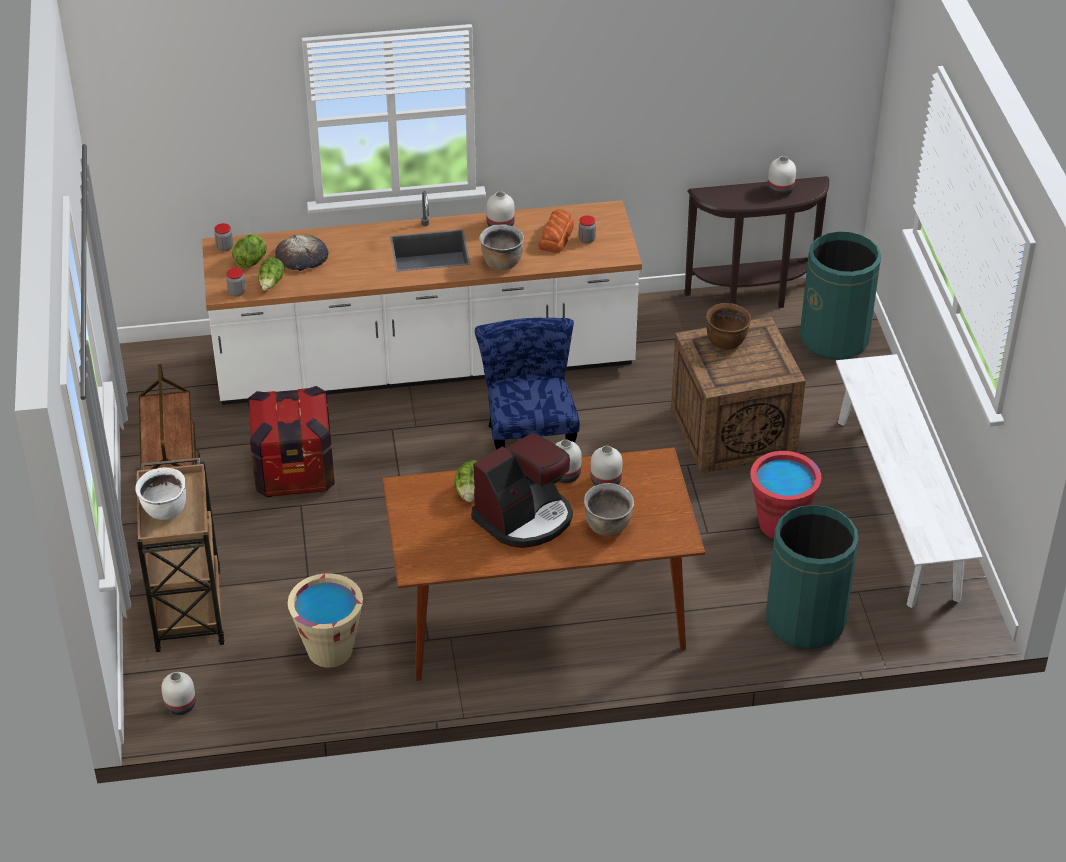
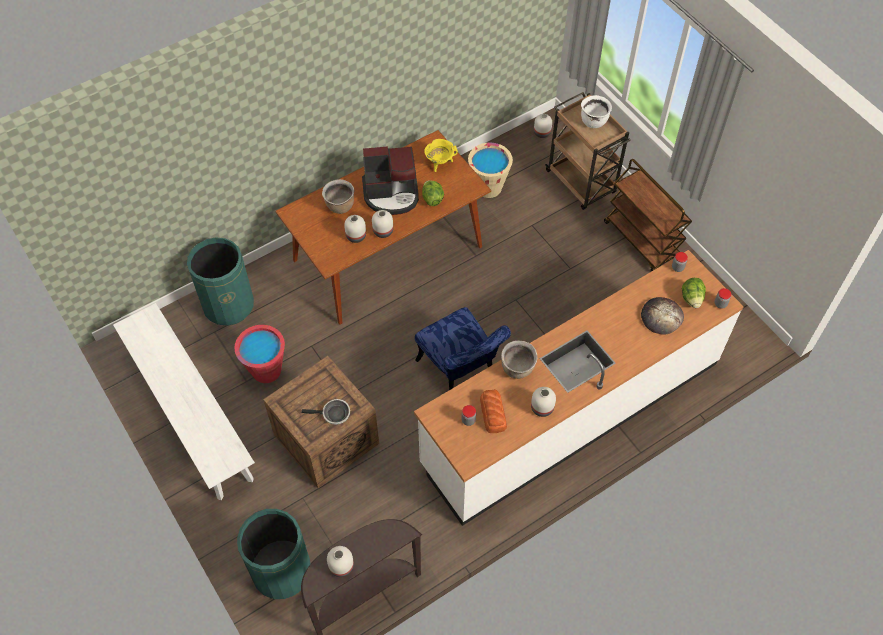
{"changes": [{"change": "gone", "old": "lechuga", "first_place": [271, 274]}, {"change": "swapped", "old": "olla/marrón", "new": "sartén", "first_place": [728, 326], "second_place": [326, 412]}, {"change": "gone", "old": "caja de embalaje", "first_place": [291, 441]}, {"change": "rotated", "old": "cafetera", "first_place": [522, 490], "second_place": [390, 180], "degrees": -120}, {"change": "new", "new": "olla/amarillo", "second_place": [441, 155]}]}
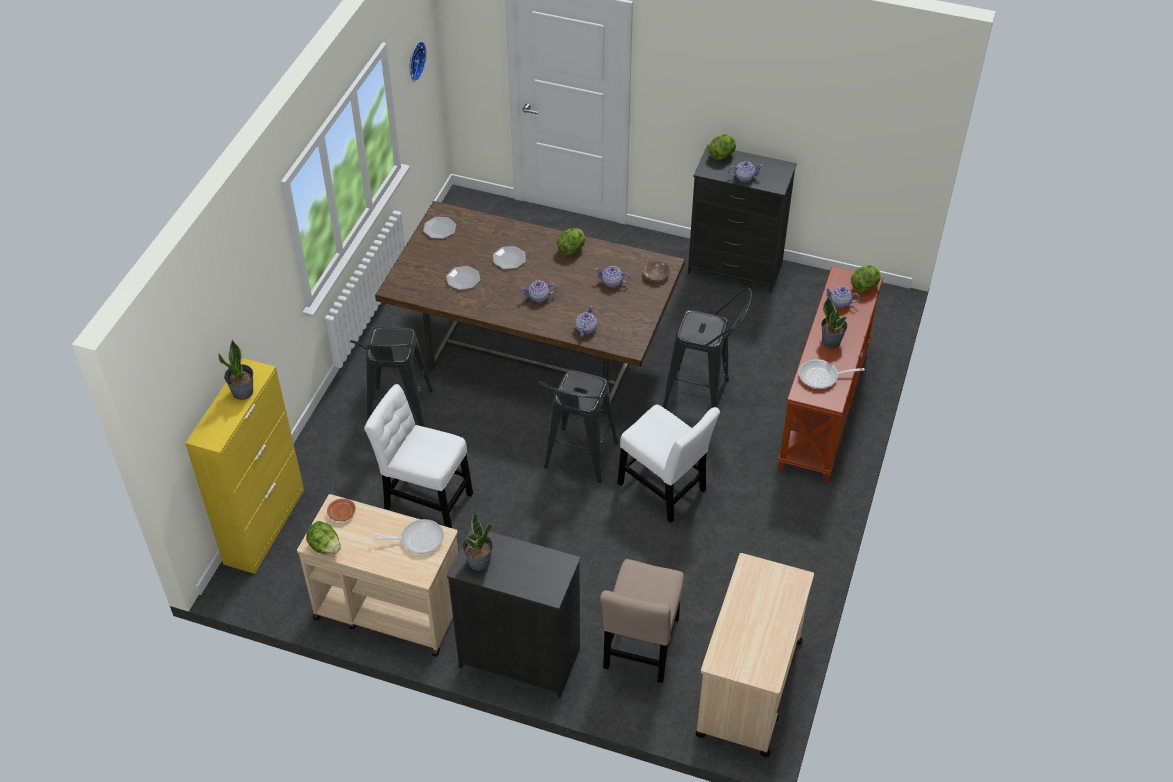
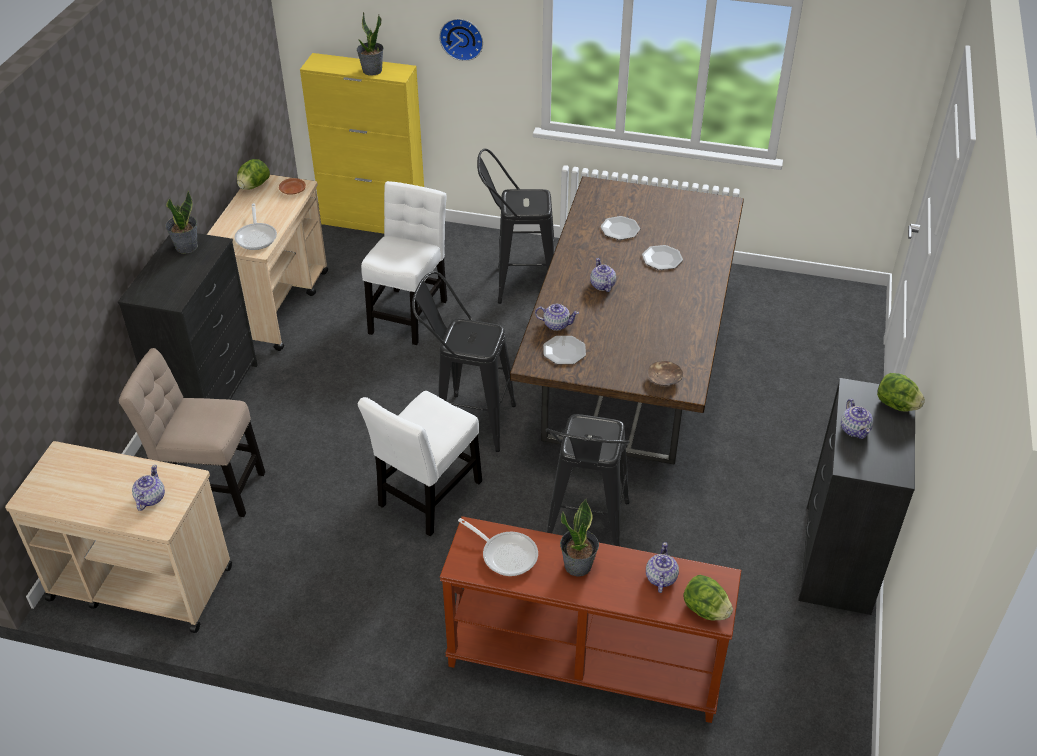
{"changes": [{"change": "shifted", "old": "reloj de pared", "first_place": [417, 61], "second_place": [461, 40]}, {"change": "shifted", "old": "plato", "first_place": [439, 228], "second_place": [564, 350]}, {"change": "gone", "old": "lechuga", "first_place": [571, 241]}, {"change": "shifted", "old": "tetera", "first_place": [612, 277], "second_place": [148, 488]}, {"change": "rotated", "old": "sartén", "first_place": [832, 374], "second_place": [498, 547], "degrees": 135}]}
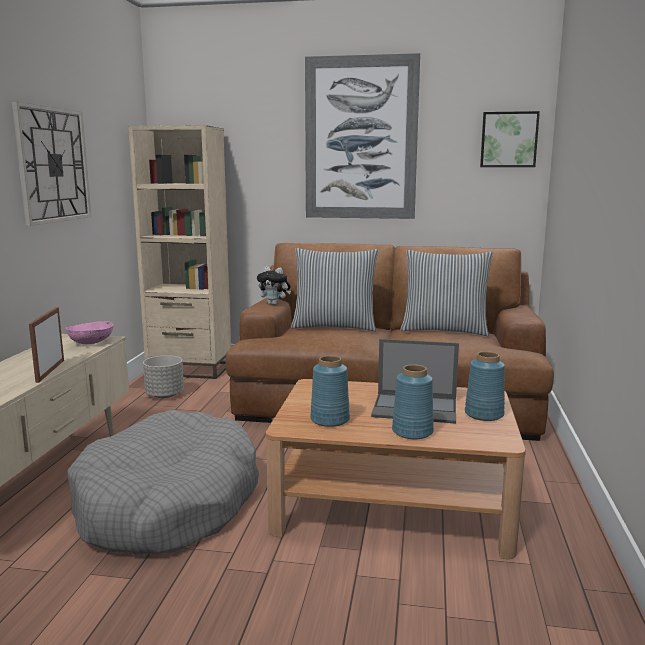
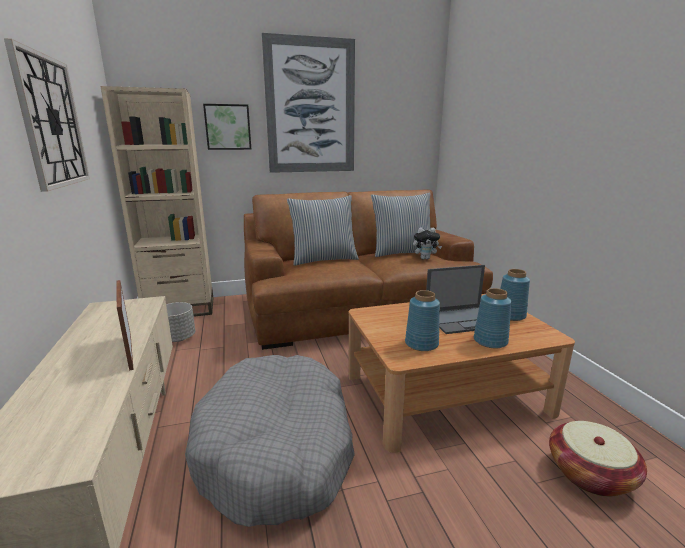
{"changes": [{"change": "shifted", "old": "cuadro", "first_place": [510, 139], "second_place": [227, 127]}, {"change": "shifted", "old": "peluche", "first_place": [274, 285], "second_place": [427, 243]}, {"change": "gone", "old": "cuenco/rosa", "first_place": [89, 332]}, {"change": "new", "new": "cesta", "second_place": [598, 459]}]}
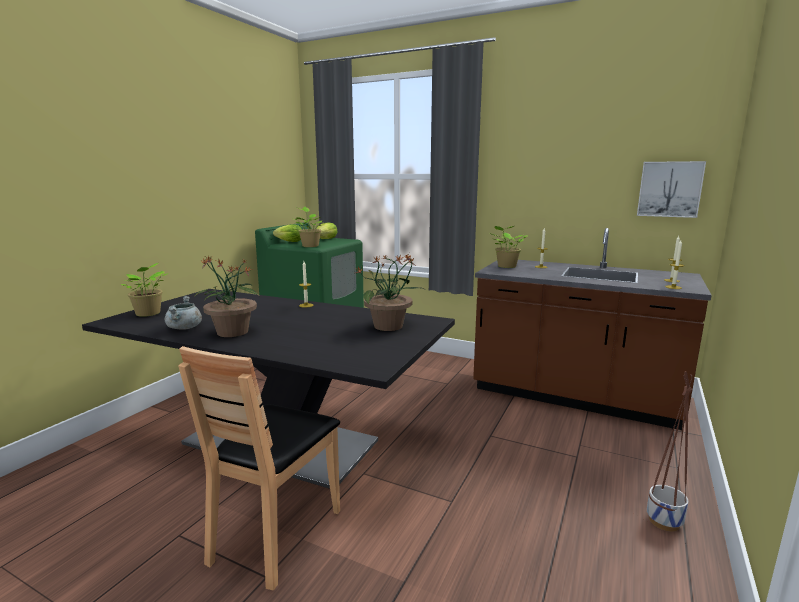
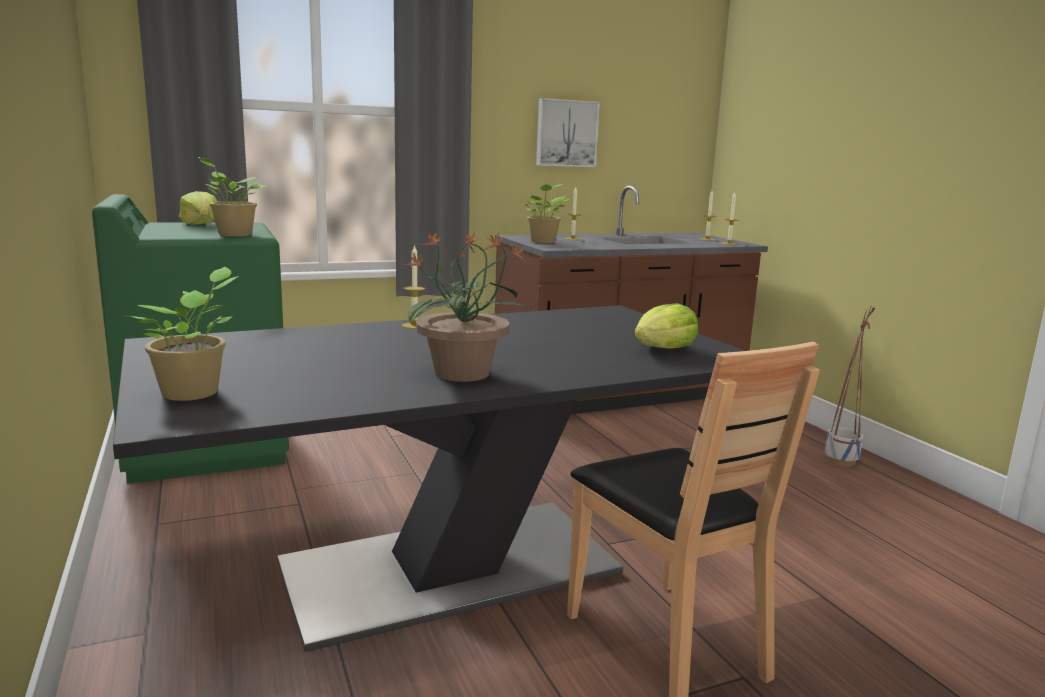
{"changes": [{"change": "shifted", "old": "cuadro", "first_place": [671, 189], "second_place": [568, 132]}, {"change": "shifted", "old": "lechuga", "first_place": [287, 233], "second_place": [666, 326]}, {"change": "gone", "old": "planta en maceta", "first_place": [391, 292]}, {"change": "gone", "old": "olla/gris", "first_place": [183, 313]}]}
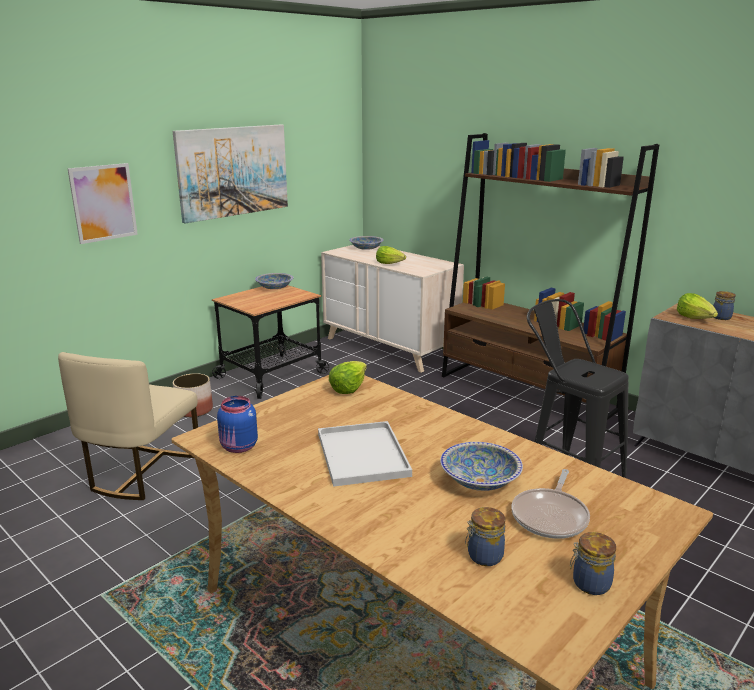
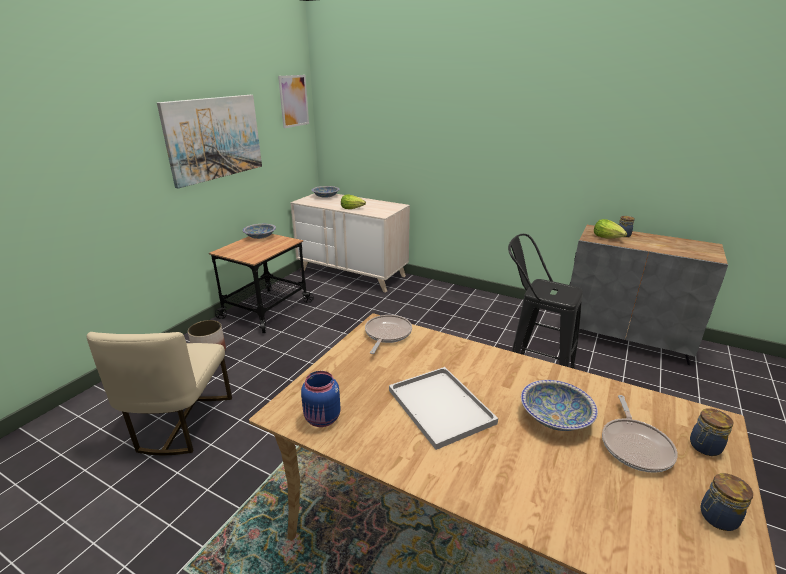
{"changes": [{"change": "gone", "old": "estantería/marrón", "first_place": [550, 276]}, {"change": "shifted", "old": "cuadro", "first_place": [102, 203], "second_place": [293, 101]}, {"change": "swapped", "old": "lechuga", "new": "sartén", "first_place": [348, 377], "second_place": [388, 334]}, {"change": "shifted", "old": "tarro", "first_place": [485, 536], "second_place": [711, 432]}]}
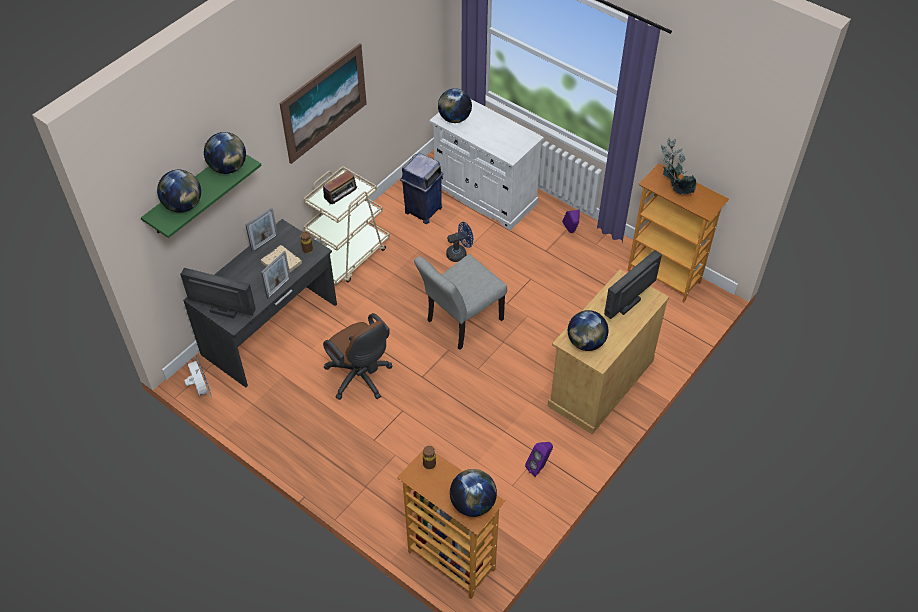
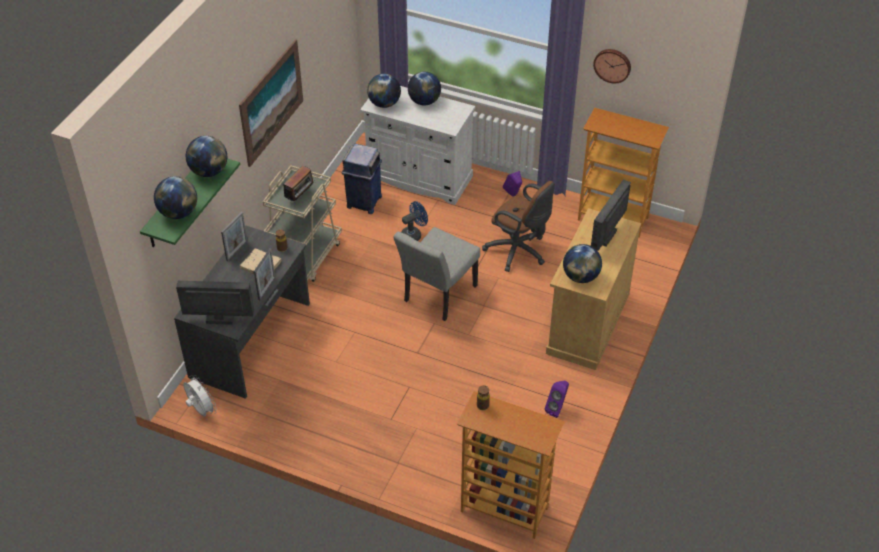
{"changes": [{"change": "gone", "old": "planta en maceta", "first_place": [678, 165]}, {"change": "shifted", "old": "silla de oficina/marrón", "first_place": [357, 356], "second_place": [518, 226]}, {"change": "shifted", "old": "globo terráqueo", "first_place": [473, 493], "second_place": [424, 88]}, {"change": "new", "new": "reloj de pared", "second_place": [612, 66]}]}
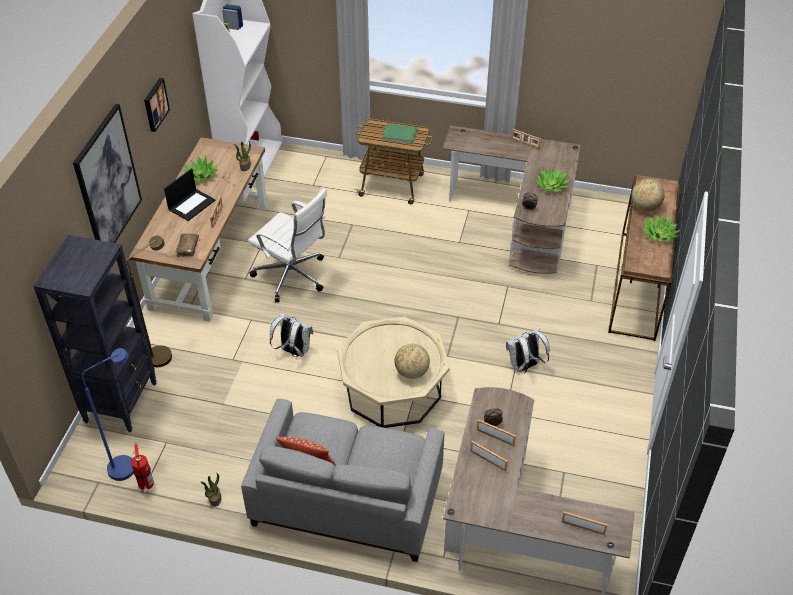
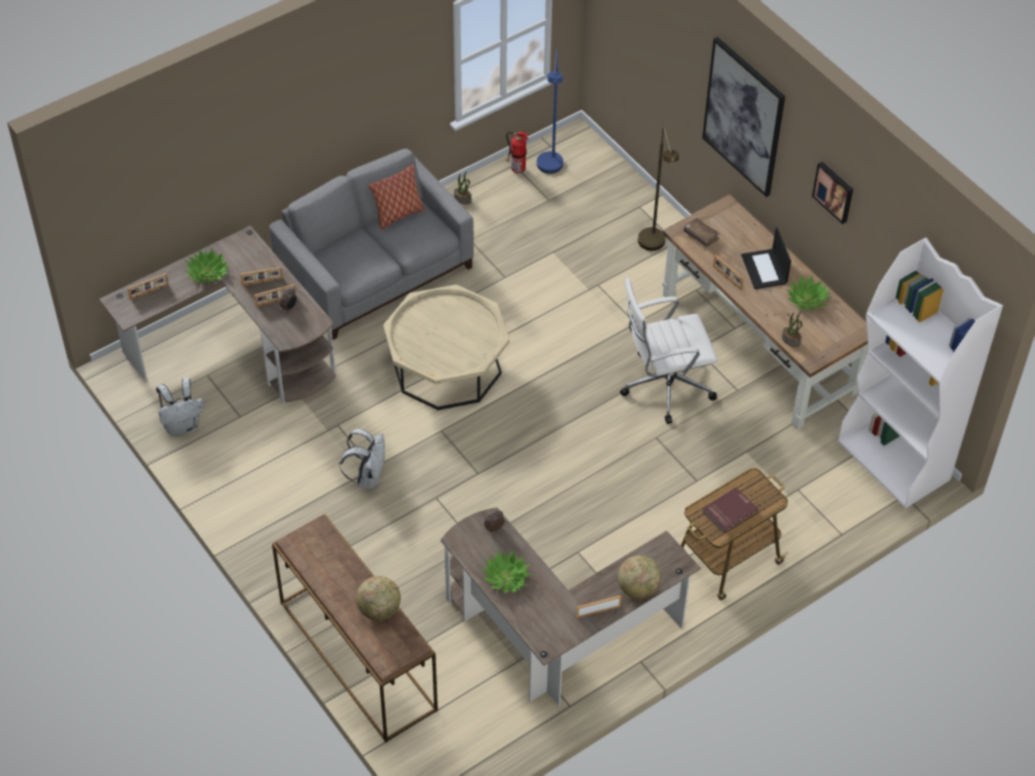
{"changes": [{"change": "repainted", "old": "libro/verde", "new": "libro/rojo", "first_place": [400, 134], "second_place": [730, 510]}, {"change": "shifted", "old": "planta en maceta", "first_place": [660, 227], "second_place": [207, 265]}, {"change": "gone", "old": "estantería/negro", "first_place": [95, 333]}, {"change": "shifted", "old": "mochila/blanco", "first_place": [292, 335], "second_place": [180, 407]}, {"change": "shifted", "old": "globo terráqueo", "first_place": [412, 361], "second_place": [640, 577]}]}
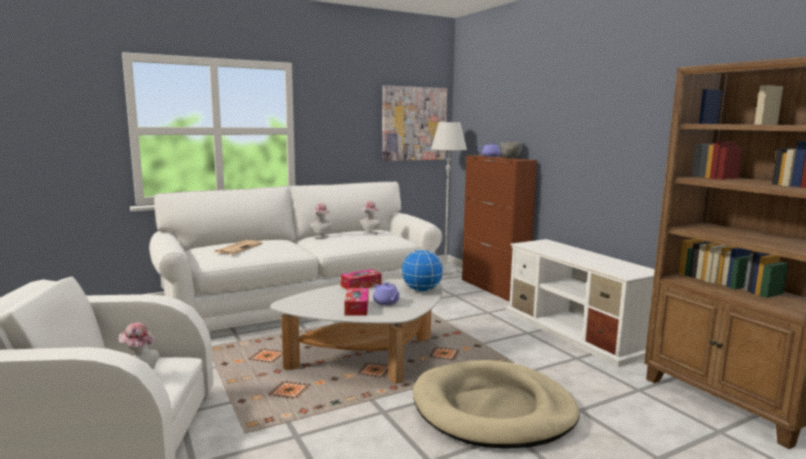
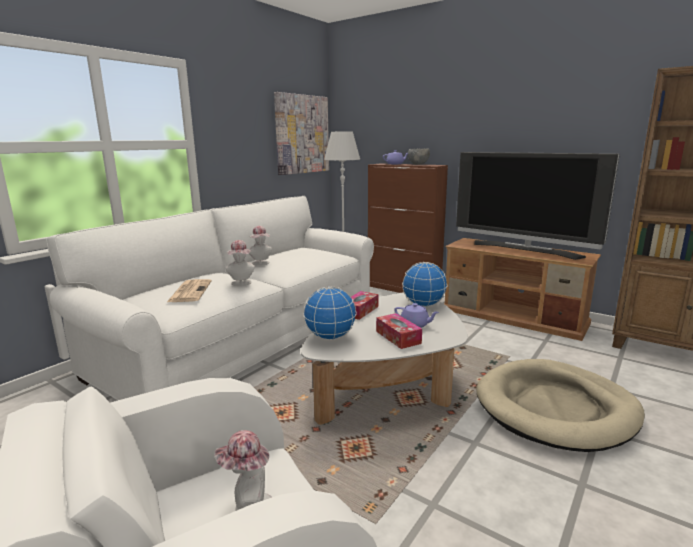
{"changes": [{"change": "shifted", "old": "sombrero", "first_place": [370, 218], "second_place": [240, 263]}, {"change": "repainted", "old": "mueble de televisión/blanco", "new": "mueble de televisión/marrón", "first_place": [580, 303], "second_place": [522, 289]}, {"change": "new", "new": "televisor", "second_place": [538, 206]}, {"change": "new", "new": "globo terráqueo", "second_place": [330, 313]}]}
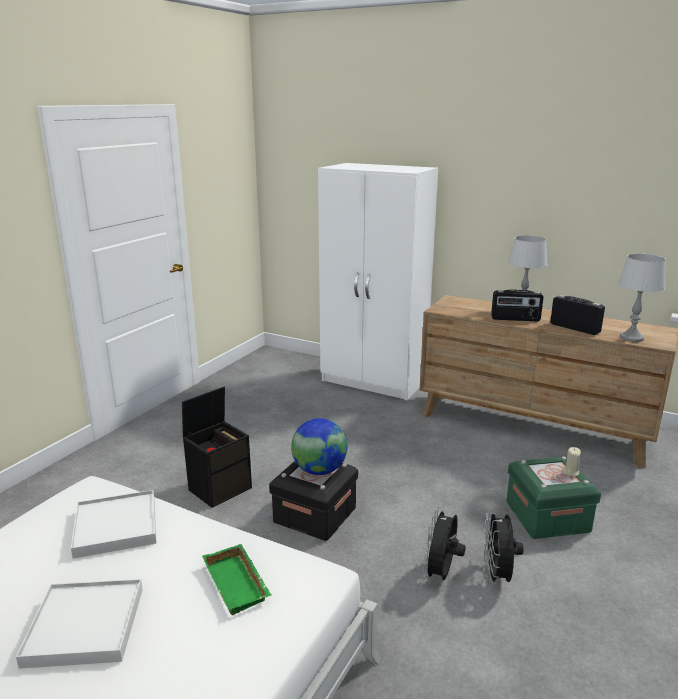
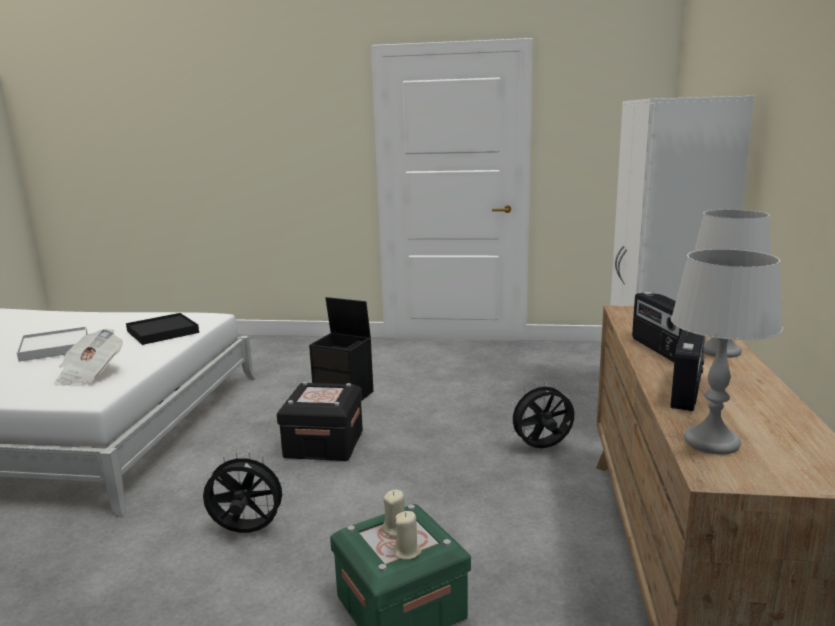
{"changes": [{"change": "gone", "old": "globo terráqueo", "first_place": [319, 446]}, {"change": "repainted", "old": "bandeja/blanco", "new": "bandeja/negro", "first_place": [113, 524], "second_place": [162, 329]}, {"change": "shifted", "old": "ventilador/negro", "first_place": [503, 547], "second_place": [541, 415]}, {"change": "swapped", "old": "bandeja/verde", "new": "periódico", "first_place": [237, 579], "second_place": [88, 357]}, {"change": "new", "new": "vela/beis", "second_place": [393, 513]}]}
